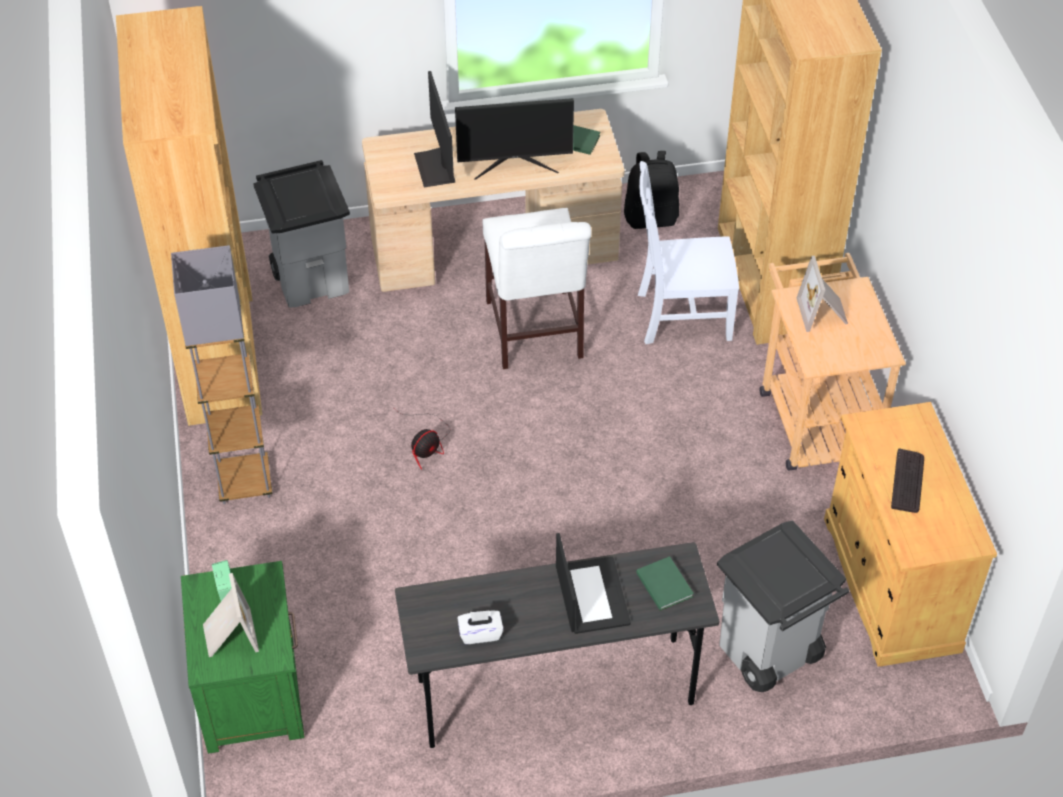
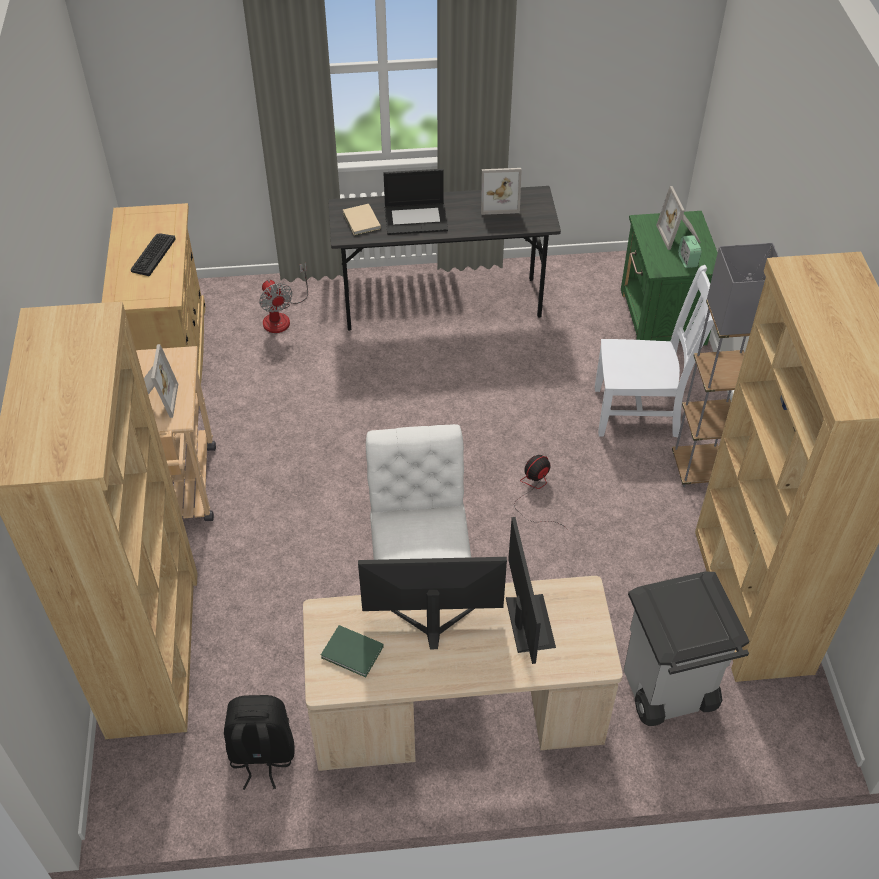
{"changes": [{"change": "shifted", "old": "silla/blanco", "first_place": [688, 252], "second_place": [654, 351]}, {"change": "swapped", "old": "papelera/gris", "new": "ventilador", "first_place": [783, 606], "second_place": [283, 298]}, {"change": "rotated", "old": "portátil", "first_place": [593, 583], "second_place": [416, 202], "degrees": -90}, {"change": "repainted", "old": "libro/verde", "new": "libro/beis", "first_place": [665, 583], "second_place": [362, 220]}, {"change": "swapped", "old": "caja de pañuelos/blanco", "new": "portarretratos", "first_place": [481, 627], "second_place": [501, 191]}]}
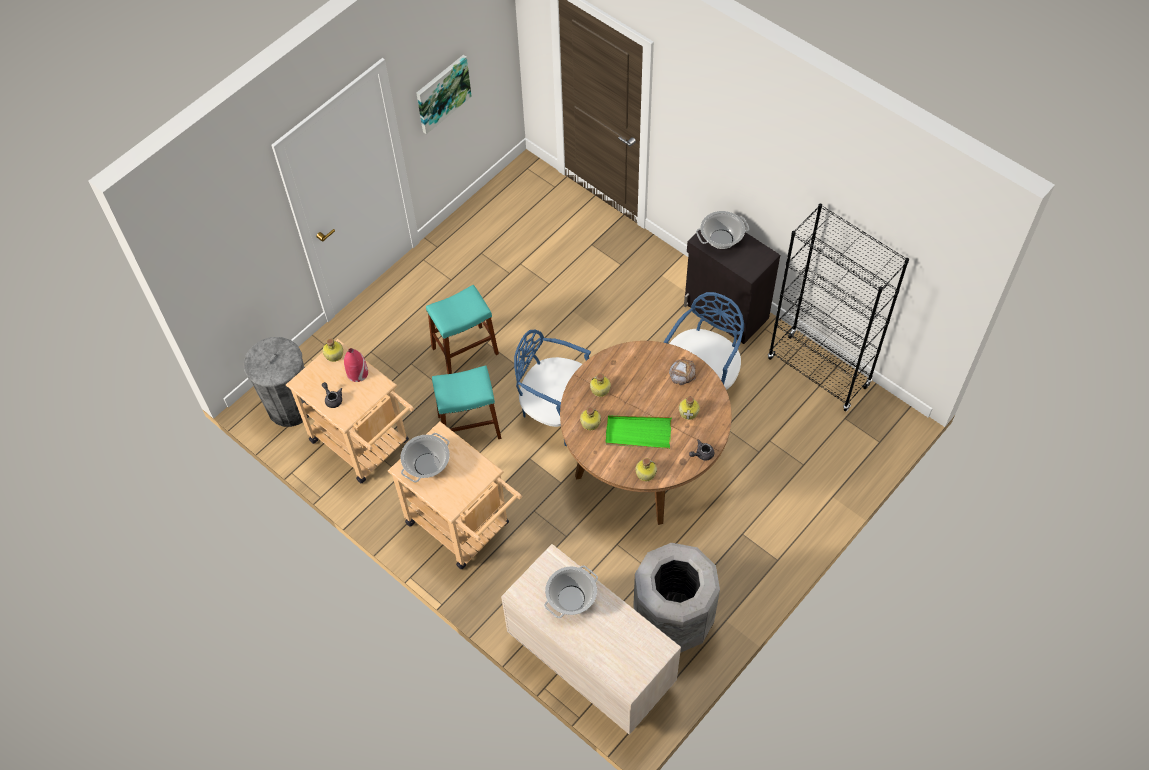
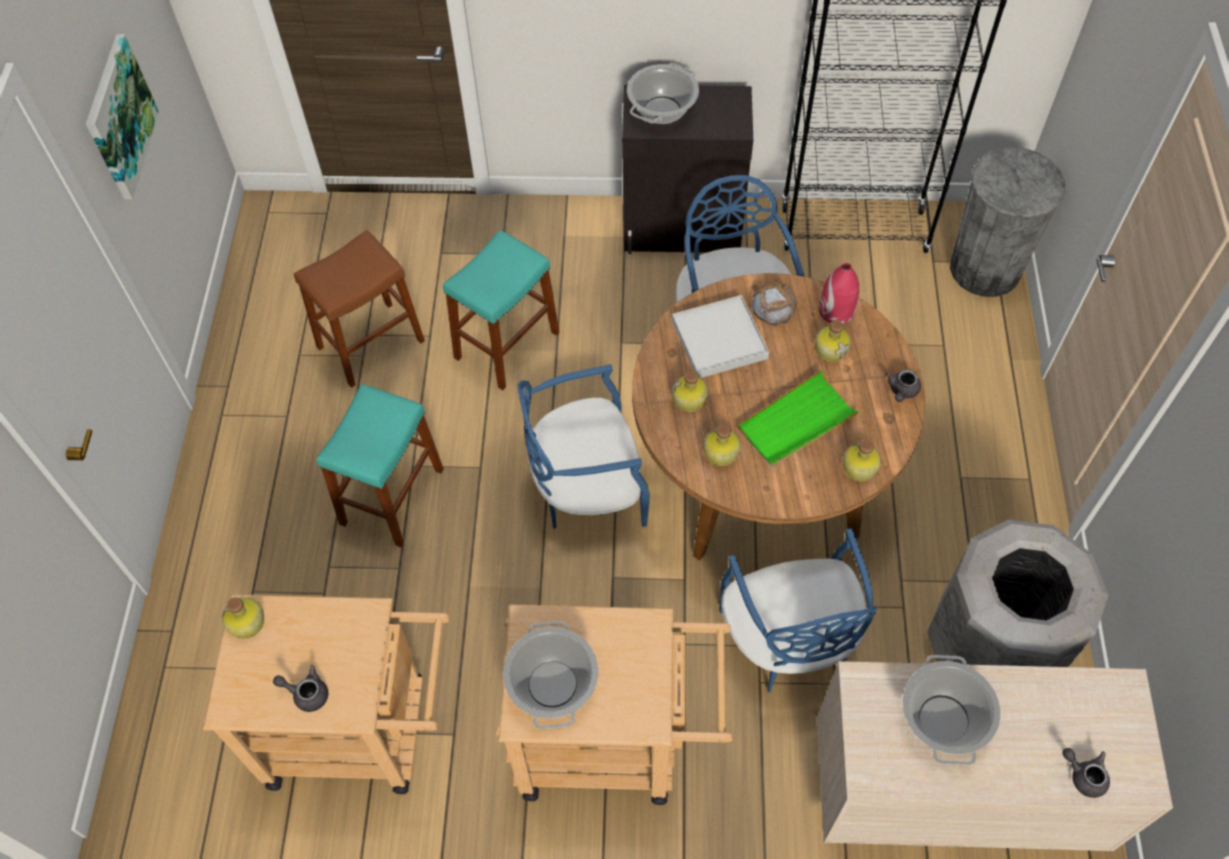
{"changes": [{"change": "shifted", "old": "papelera/gris", "first_place": [276, 382], "second_place": [1007, 222]}, {"change": "shifted", "old": "florero/rojo", "first_place": [356, 365], "second_place": [839, 293]}, {"change": "shifted", "old": "taburete/turquesa", "first_place": [467, 402], "second_place": [501, 310]}, {"change": "new", "new": "taburete/marrón", "second_place": [359, 309]}, {"change": "new", "new": "bandeja/blanco", "second_place": [720, 336]}, {"change": "new", "new": "silla/azul", "second_place": [798, 610]}, {"change": "new", "new": "tetera/gris", "second_place": [1086, 773]}]}
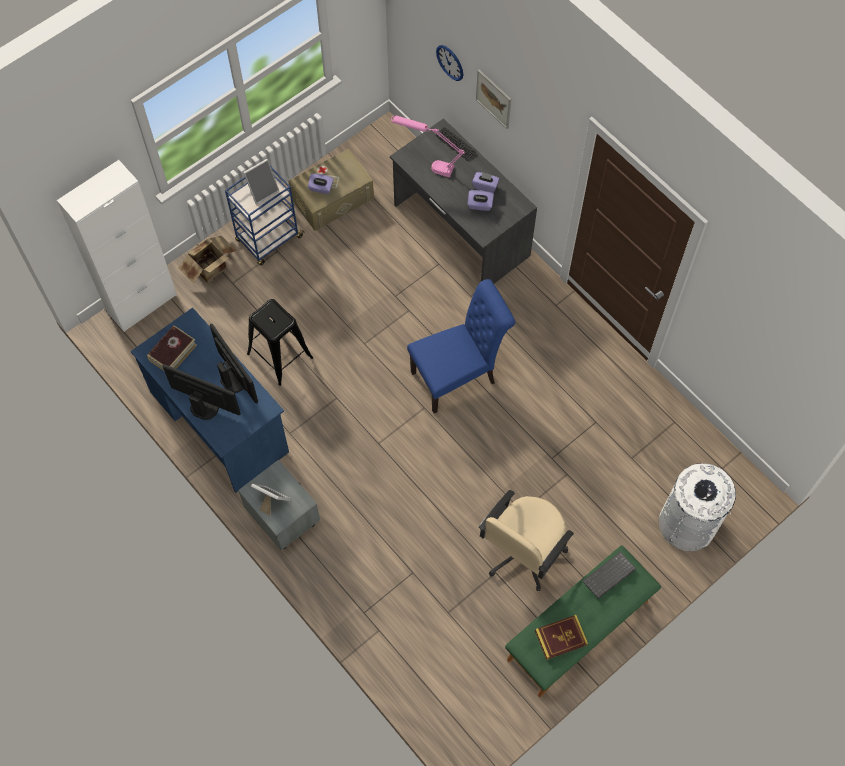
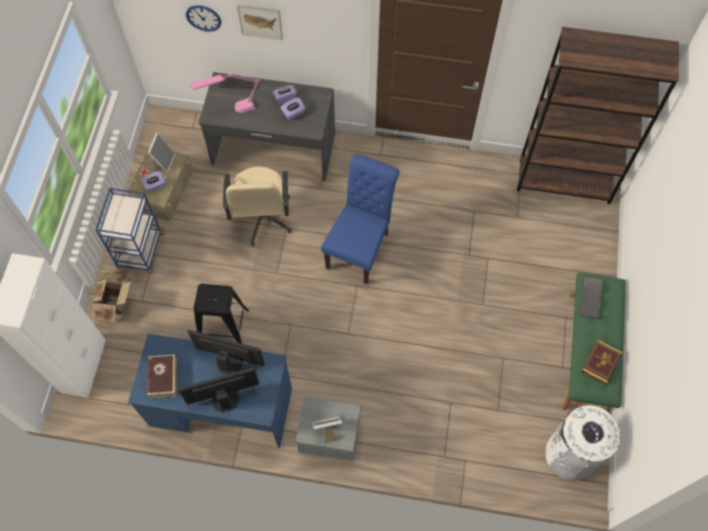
{"changes": [{"change": "shifted", "old": "portarretratos", "first_place": [261, 181], "second_place": [161, 153]}, {"change": "shifted", "old": "papelera/blanco", "first_place": [697, 507], "second_place": [584, 443]}, {"change": "shifted", "old": "silla de oficina/beis", "first_place": [526, 540], "second_place": [257, 206]}, {"change": "new", "new": "estantería/marrón", "second_place": [598, 115]}]}
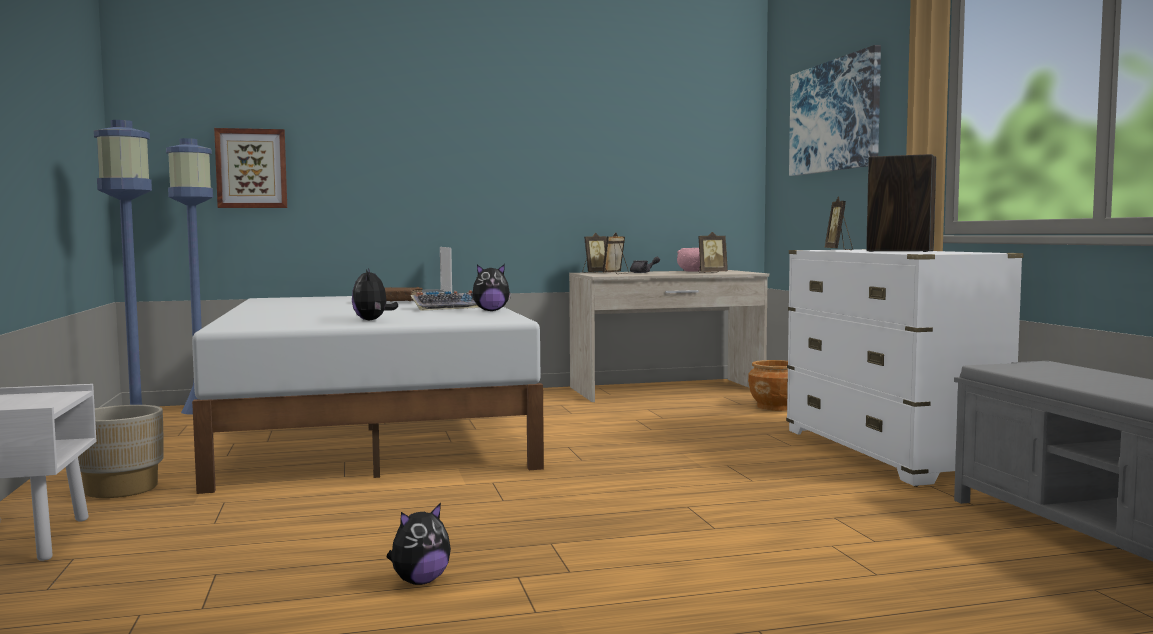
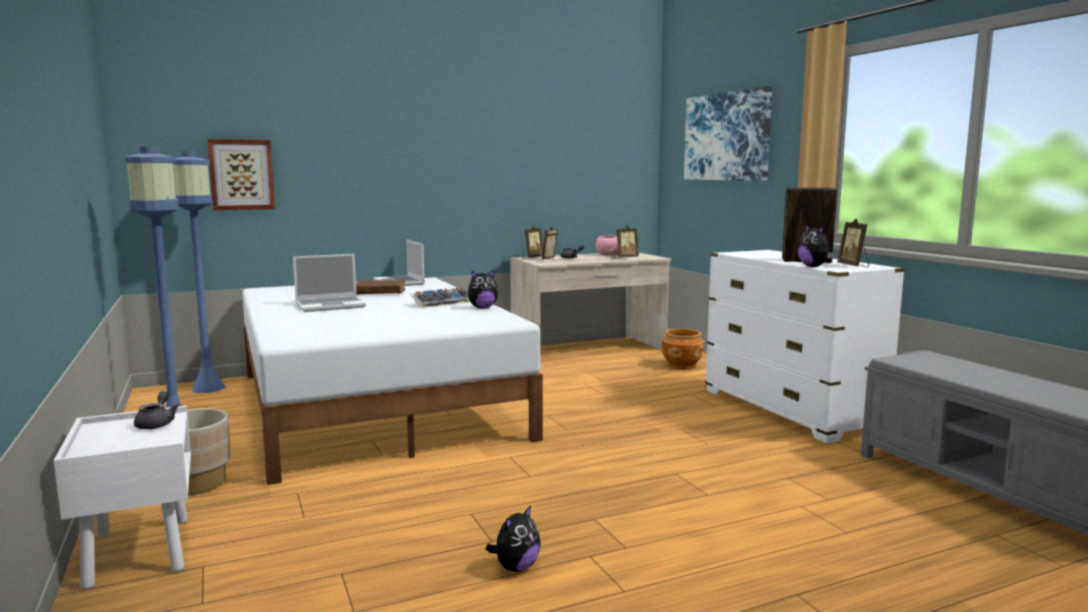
{"changes": [{"change": "shifted", "old": "portarretratos", "first_place": [839, 223], "second_place": [853, 242]}, {"change": "shifted", "old": "peluche", "first_place": [375, 294], "second_place": [816, 245]}, {"change": "new", "new": "portátil", "second_place": [329, 283]}, {"change": "new", "new": "tetera/gris", "second_place": [156, 410]}]}
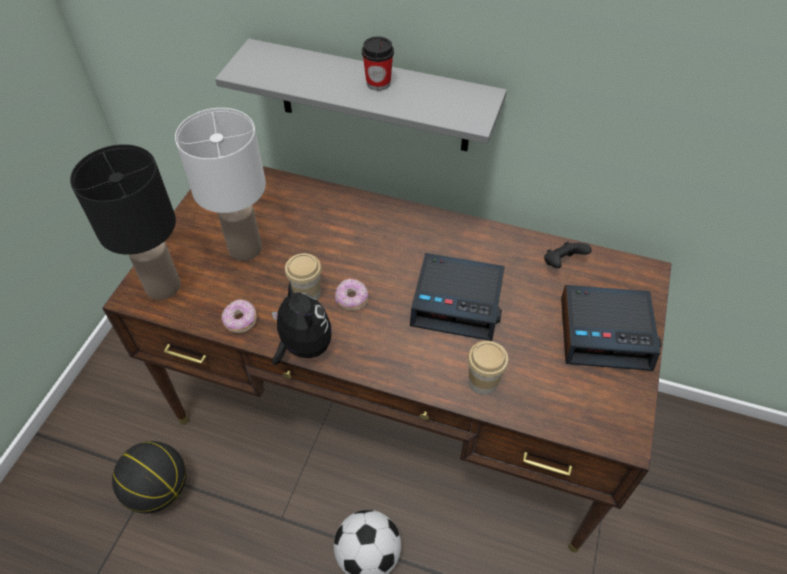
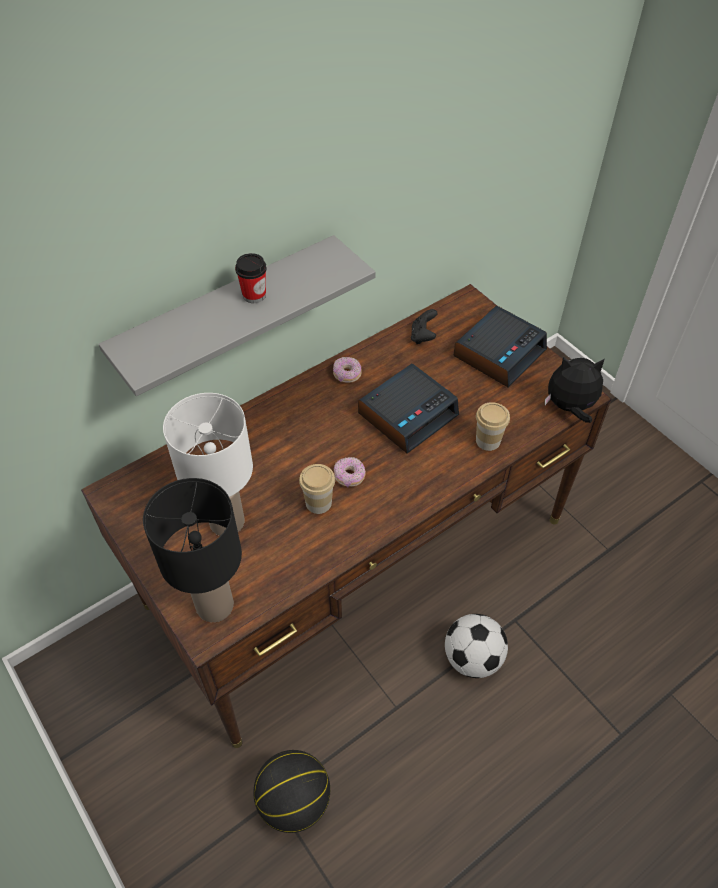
{"changes": [{"change": "shifted", "old": "peluche", "first_place": [302, 323], "second_place": [574, 390]}, {"change": "shifted", "old": "rosquilla", "first_place": [239, 316], "second_place": [347, 370]}]}
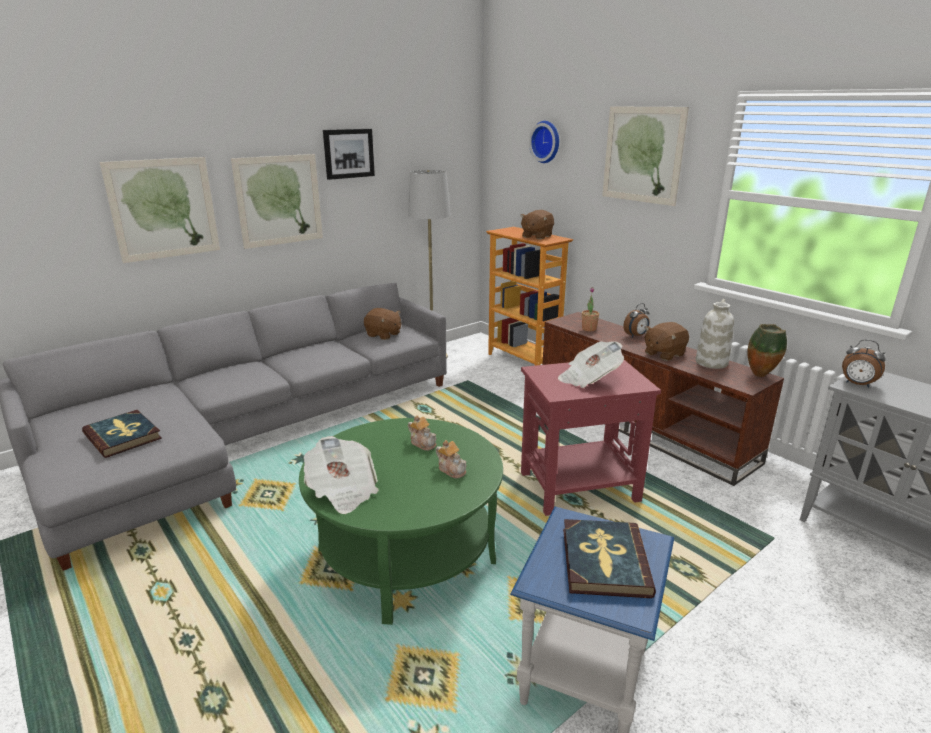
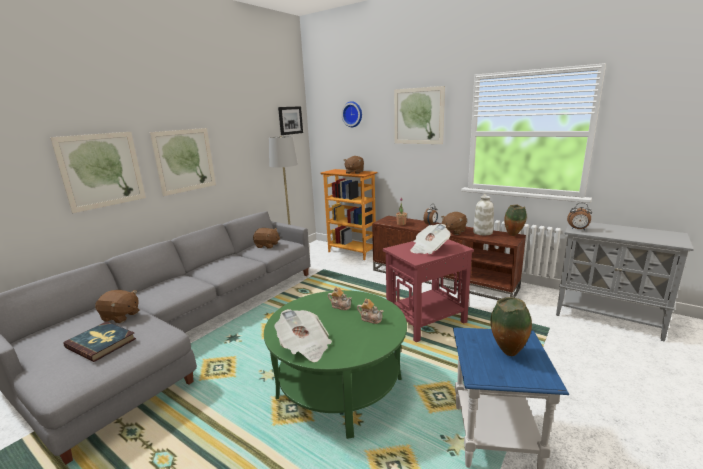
{"changes": [{"change": "shifted", "old": "cuadro", "first_place": [349, 154], "second_place": [290, 120]}, {"change": "swapped", "old": "libro", "new": "florero", "first_place": [609, 558], "second_place": [511, 326]}, {"change": "new", "new": "peluche/marrón", "second_place": [117, 306]}]}
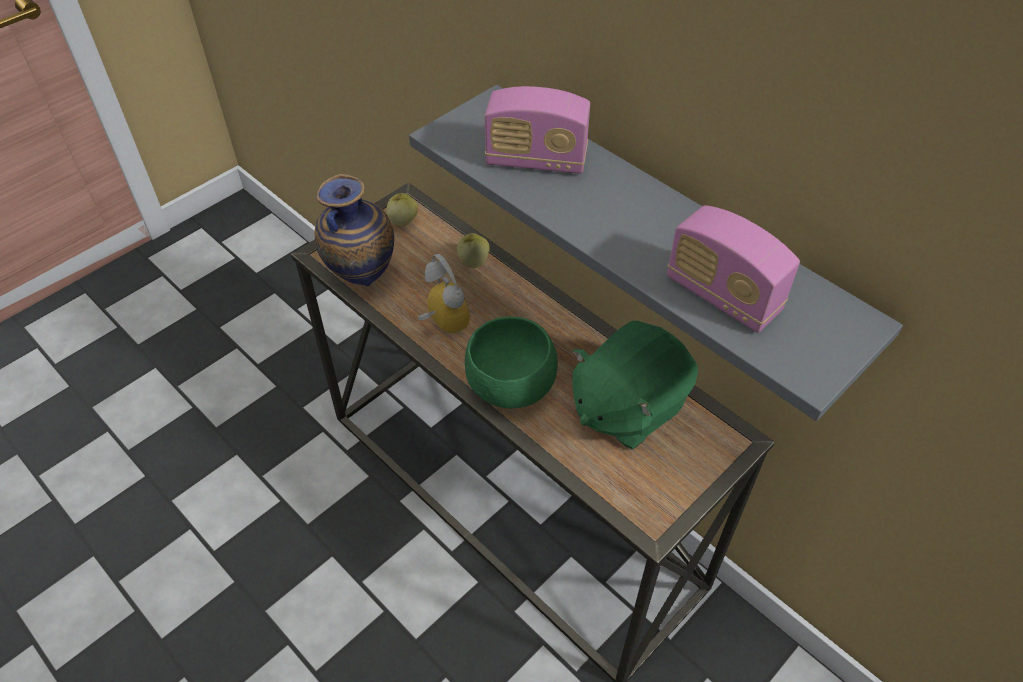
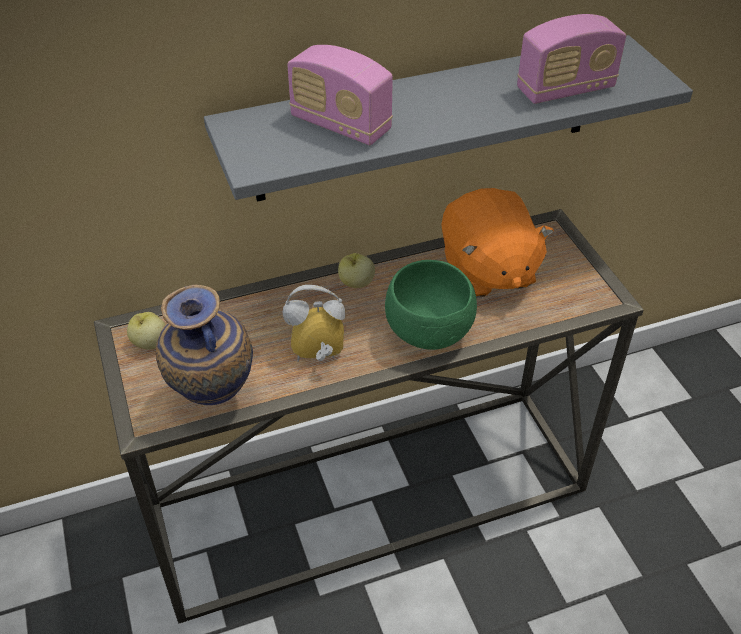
{"changes": [{"change": "rotated", "old": "radio", "first_place": [537, 130], "second_place": [340, 95], "degrees": 90}, {"change": "shifted", "old": "manzana", "first_place": [473, 250], "second_place": [356, 270]}, {"change": "repainted", "old": "peluche/verde", "new": "peluche/naranja", "first_place": [635, 385], "second_place": [498, 243]}]}
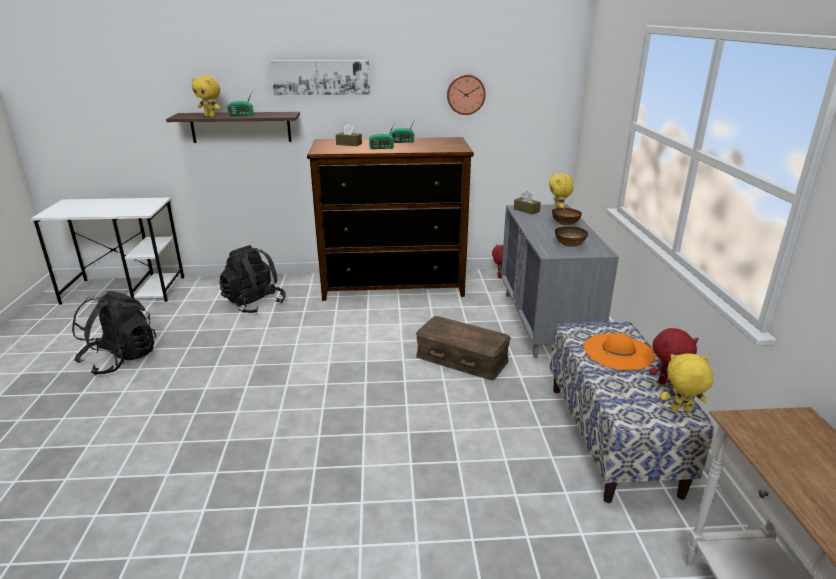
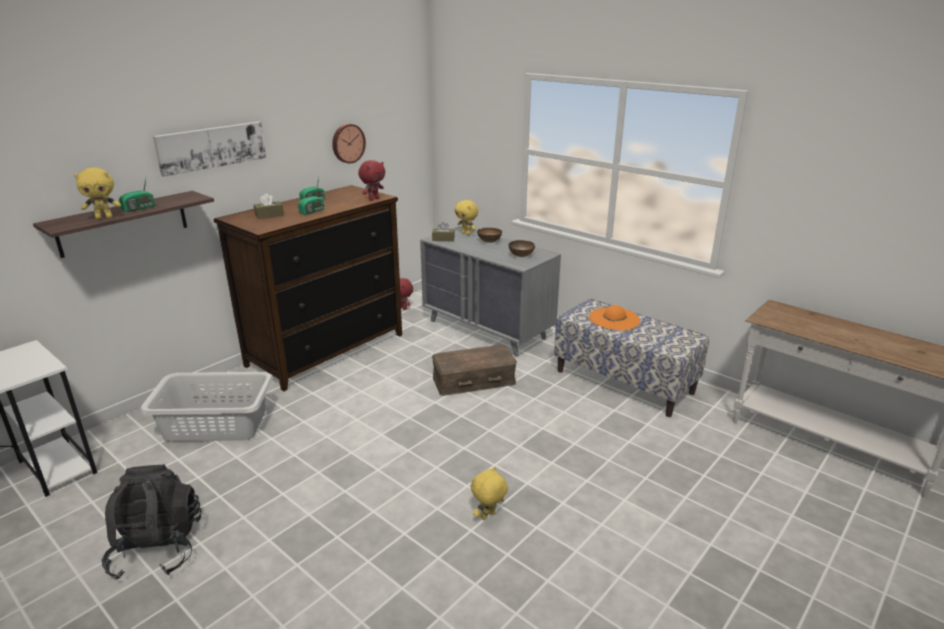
{"changes": [{"change": "swapped", "old": "mochila/negro", "new": "cesto de la ropa/gris", "first_place": [252, 279], "second_place": [207, 407]}, {"change": "shifted", "old": "peluche/rojo", "first_place": [674, 356], "second_place": [371, 180]}, {"change": "shifted", "old": "peluche/amarillo", "first_place": [686, 382], "second_place": [489, 493]}]}
